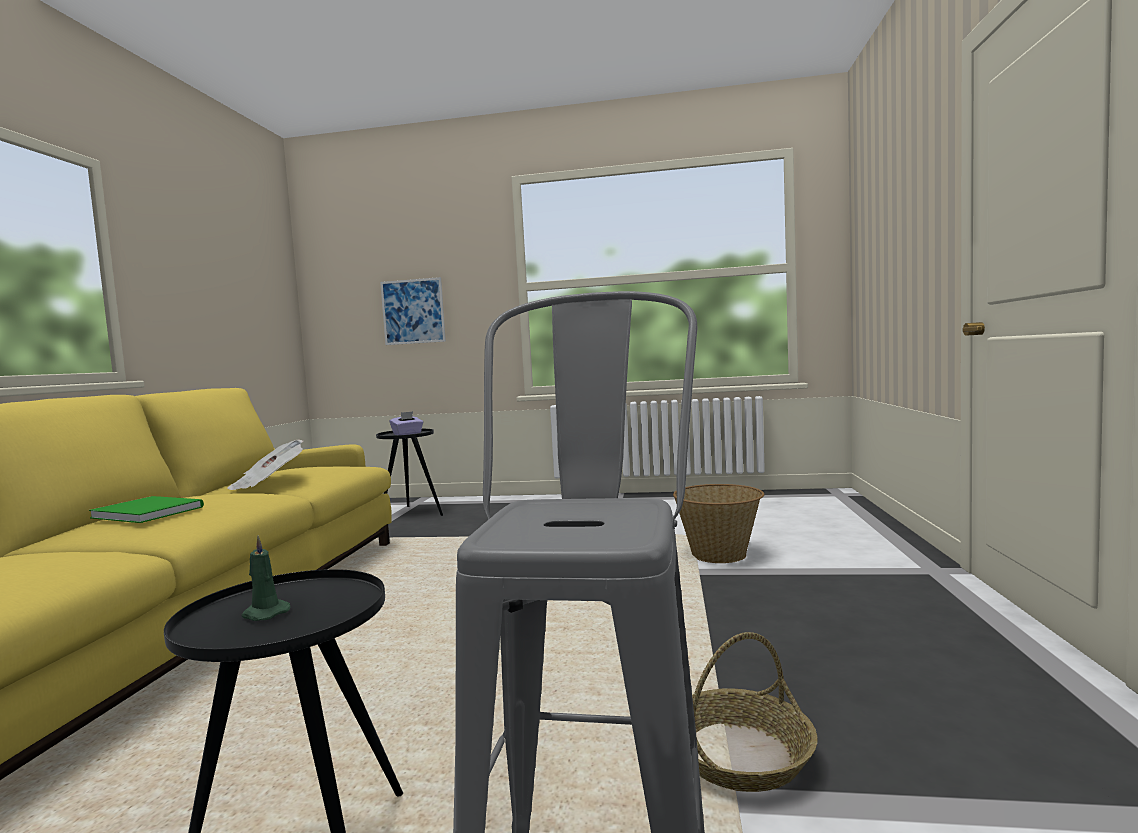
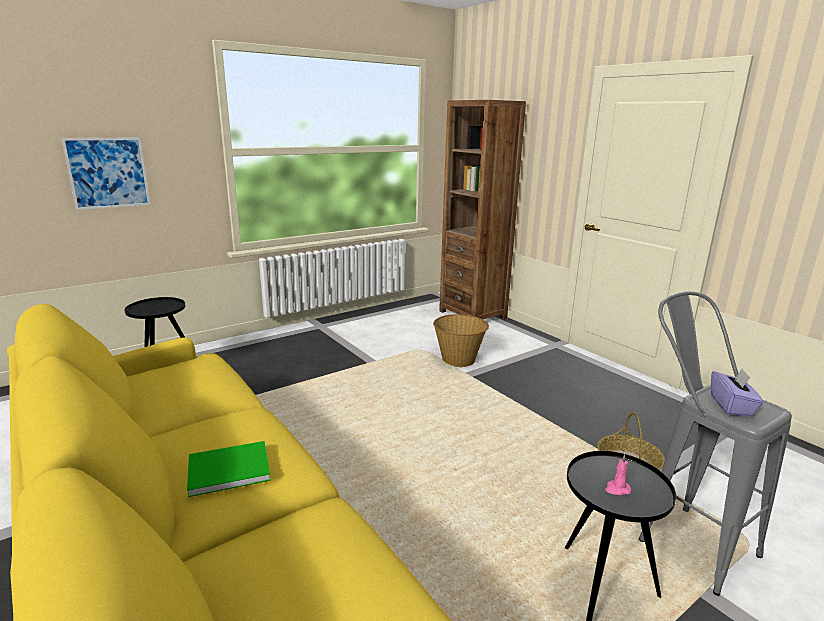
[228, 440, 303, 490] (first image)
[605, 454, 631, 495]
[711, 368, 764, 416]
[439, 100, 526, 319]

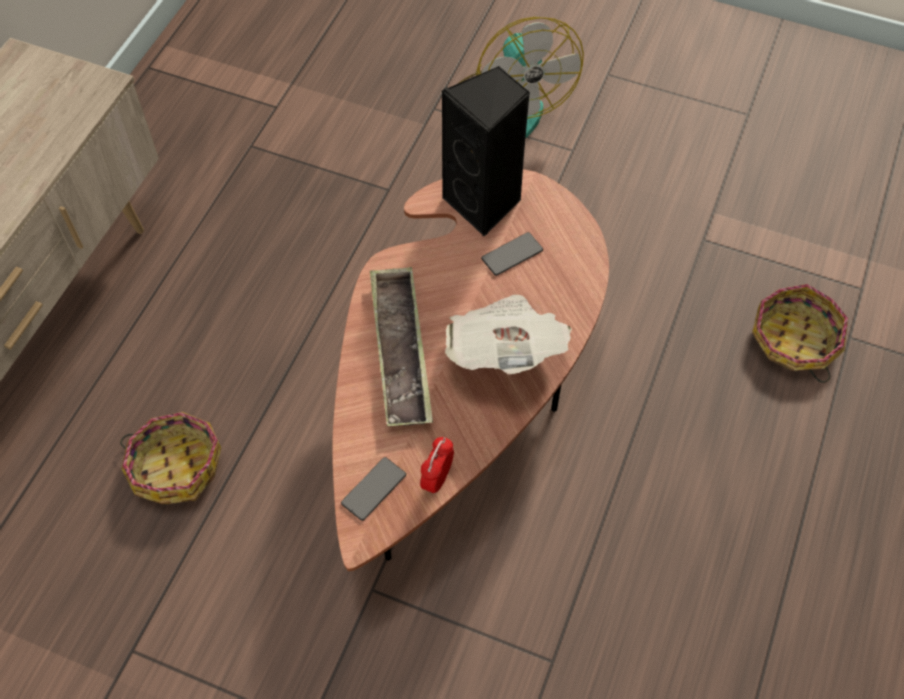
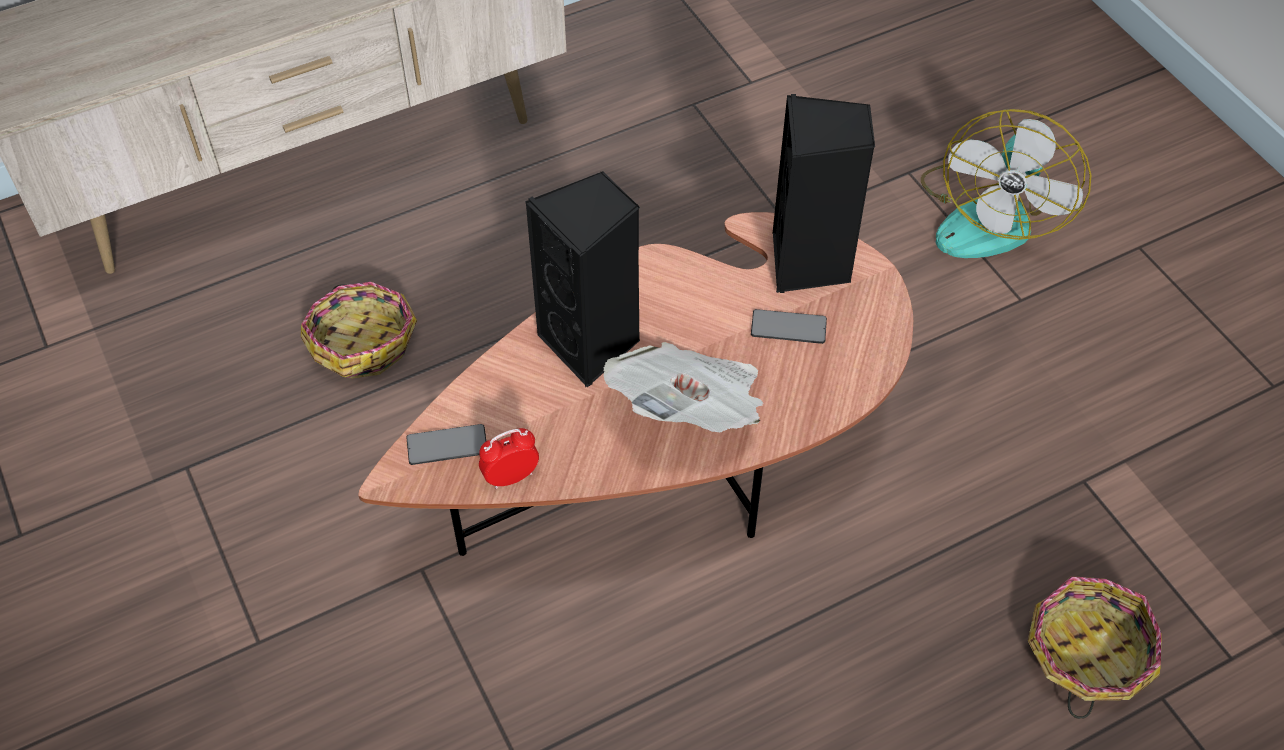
[525, 171, 640, 387]

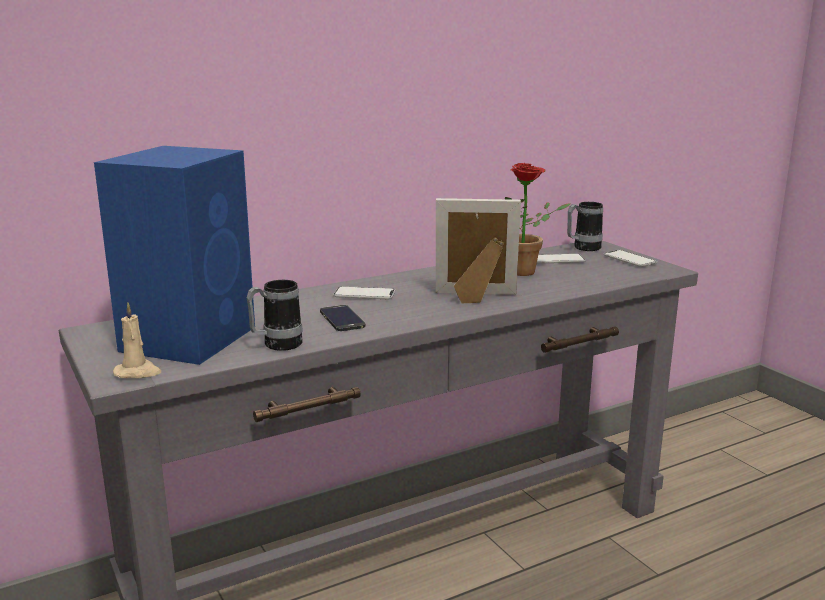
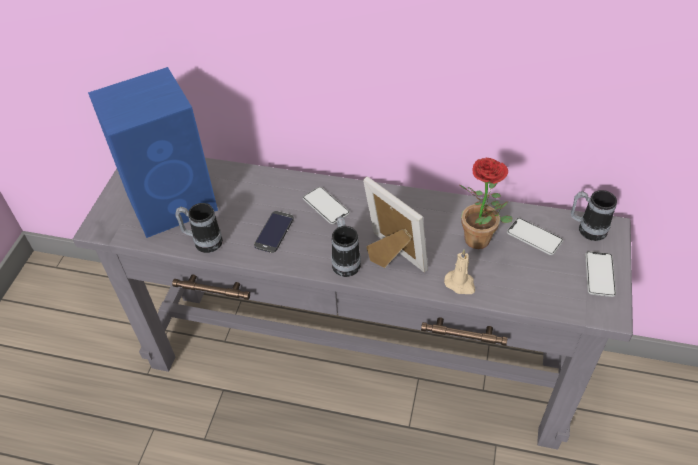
[444, 249, 475, 294]
[331, 216, 361, 277]

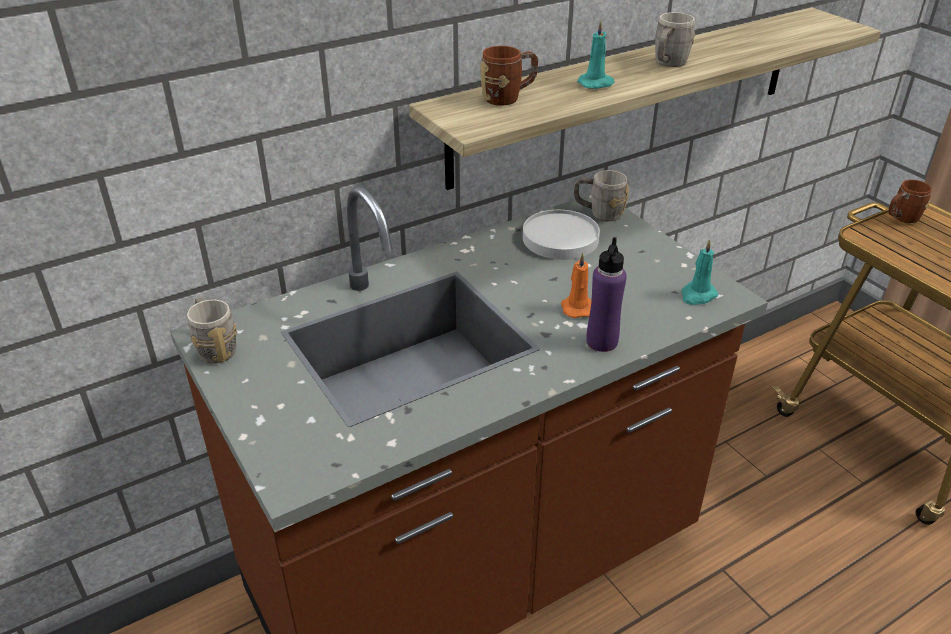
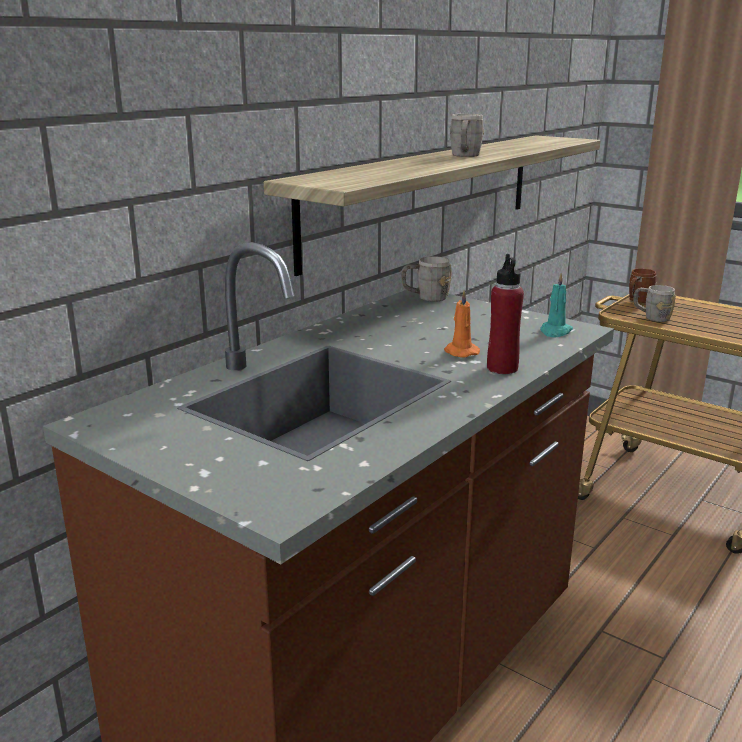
[633, 285, 676, 322]
[480, 46, 538, 106] (first image)
[523, 210, 600, 260] (first image)
[577, 20, 615, 89] (first image)
[487, 254, 524, 374]

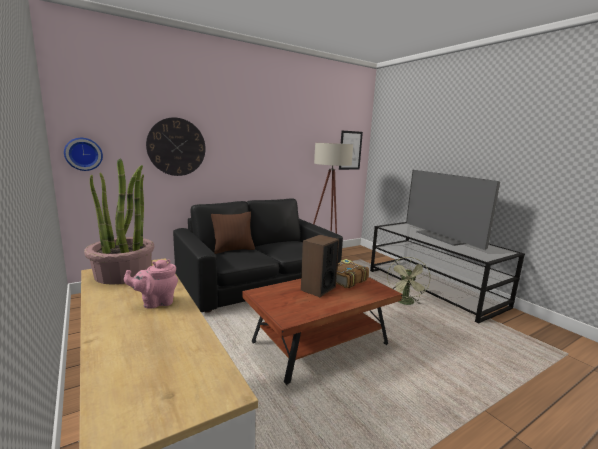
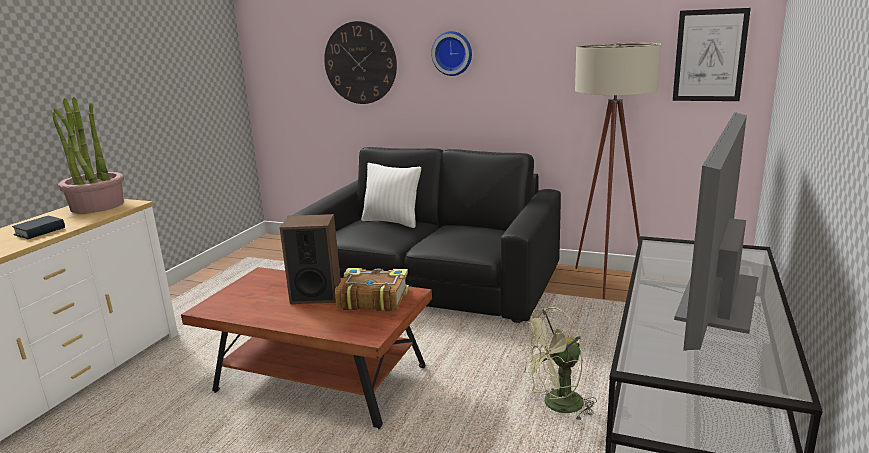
[431, 31, 472, 76]
[12, 216, 65, 239]
[361, 163, 421, 228]

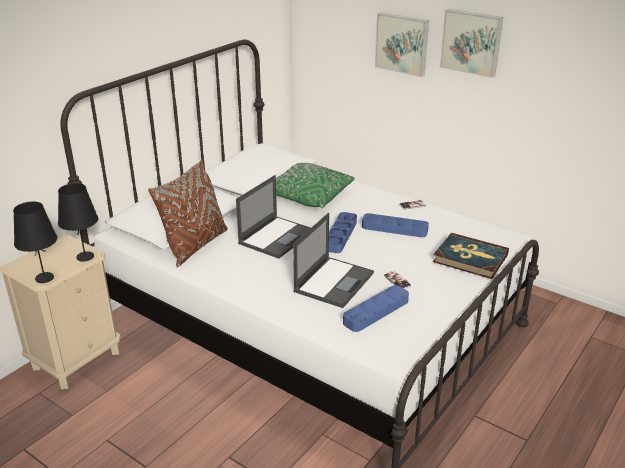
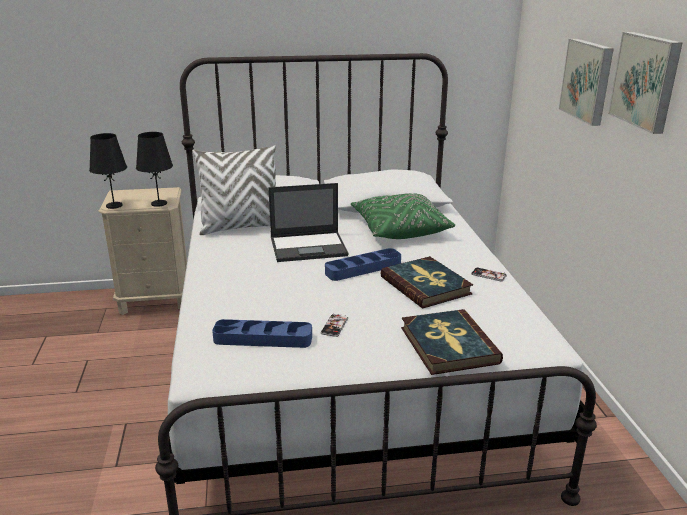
[193, 145, 276, 235]
[293, 213, 374, 308] (first image)
[381, 256, 473, 308]

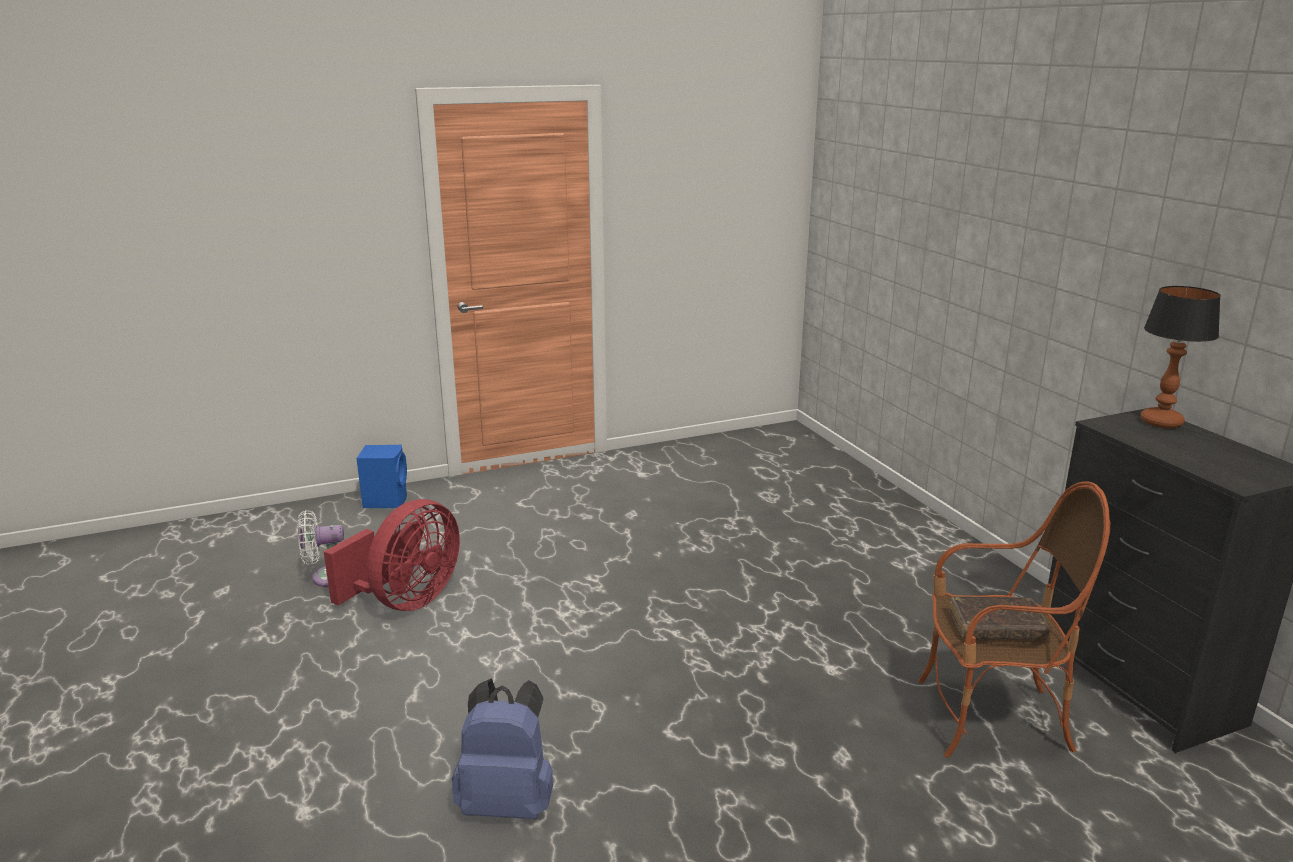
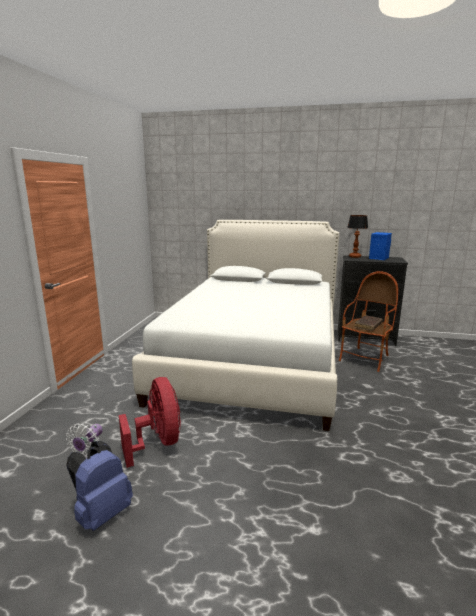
[369, 232, 392, 260]
[66, 441, 133, 531]
[132, 220, 340, 431]

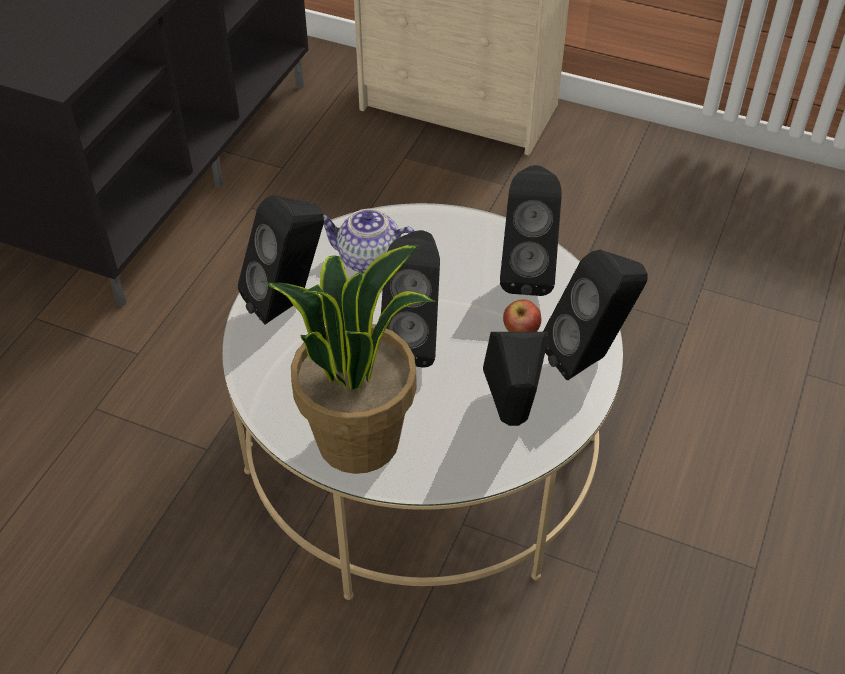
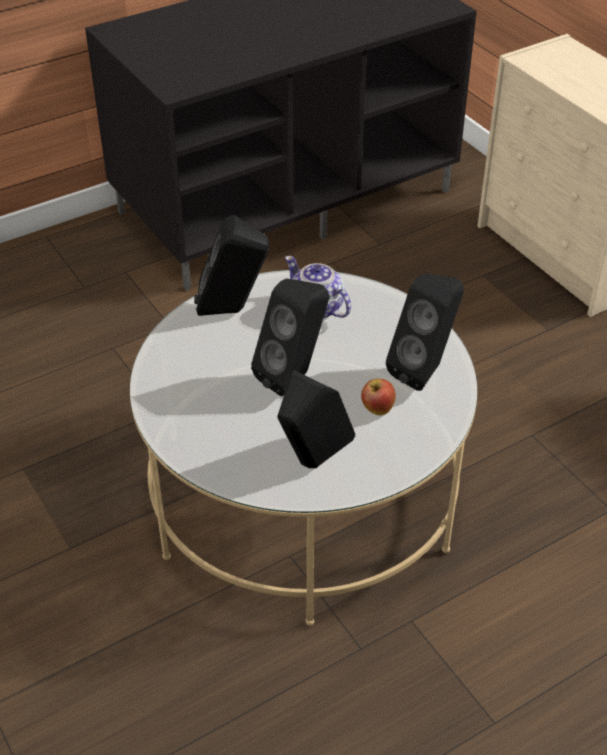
[266, 245, 436, 474] (first image)
[543, 250, 648, 380] (first image)

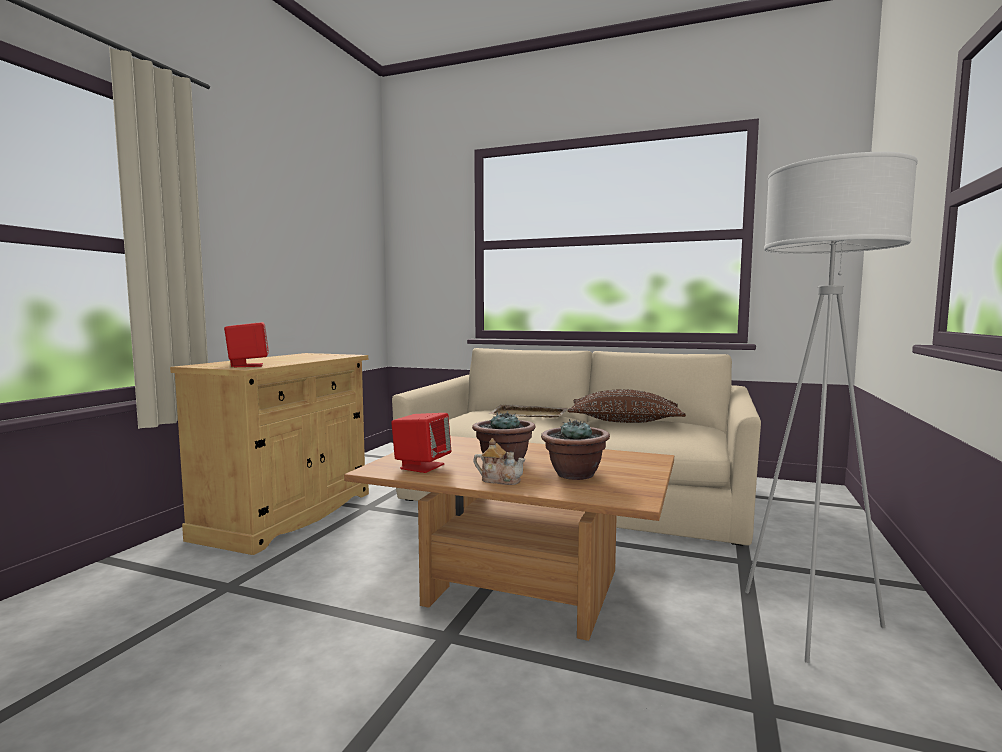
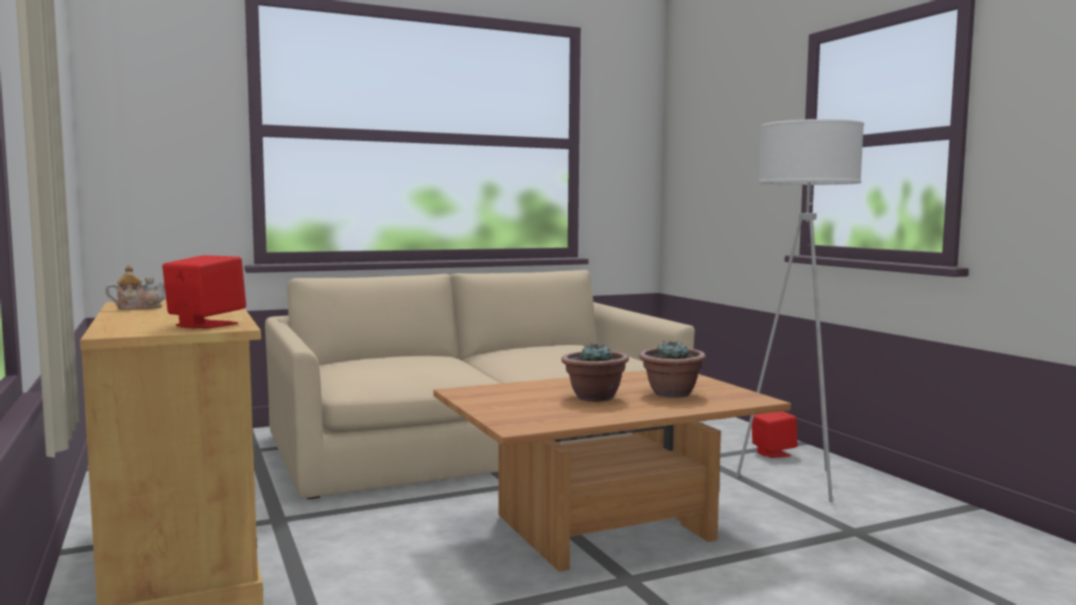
[752, 411, 798, 458]
[105, 265, 165, 310]
[489, 405, 568, 418] (first image)
[568, 389, 686, 423] (first image)

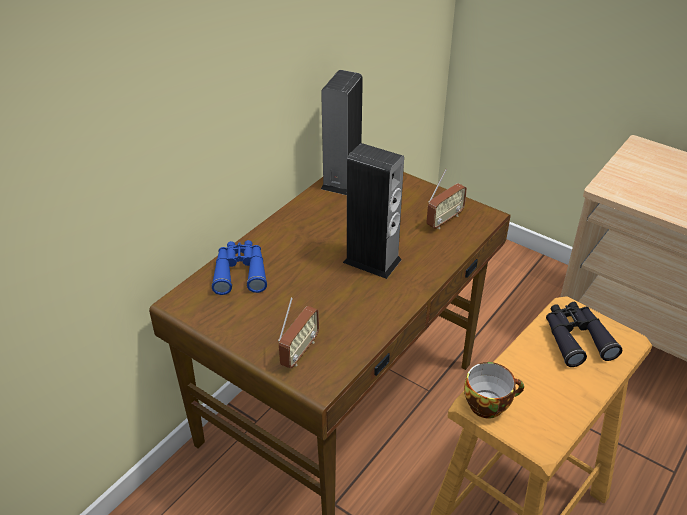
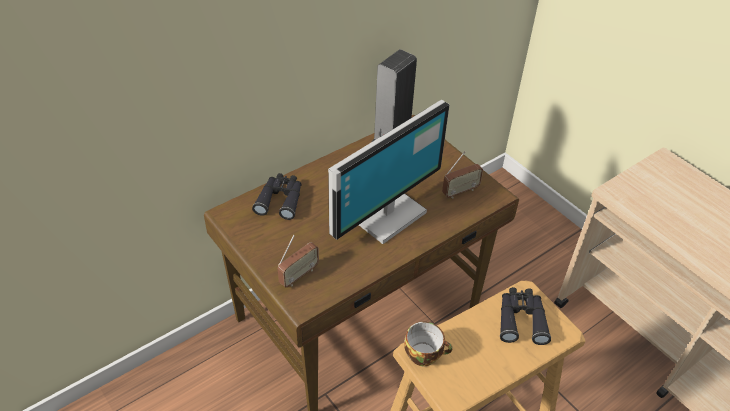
[252, 173, 302, 220]
[328, 100, 450, 244]

